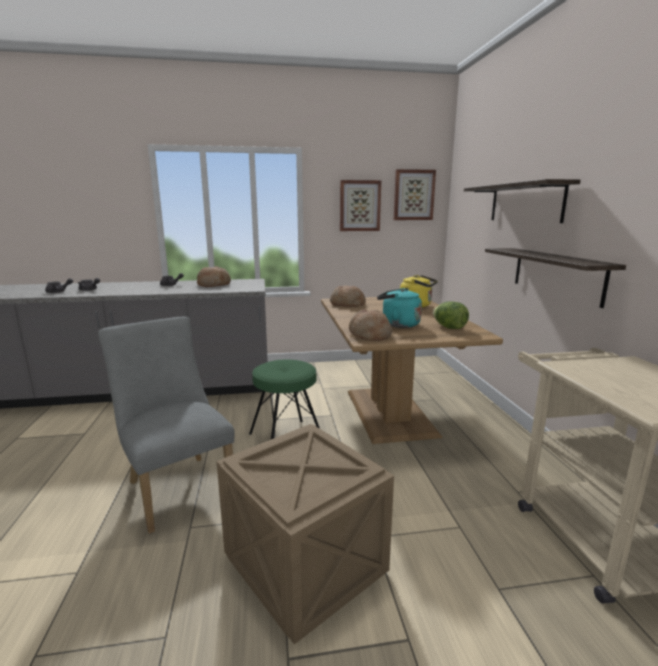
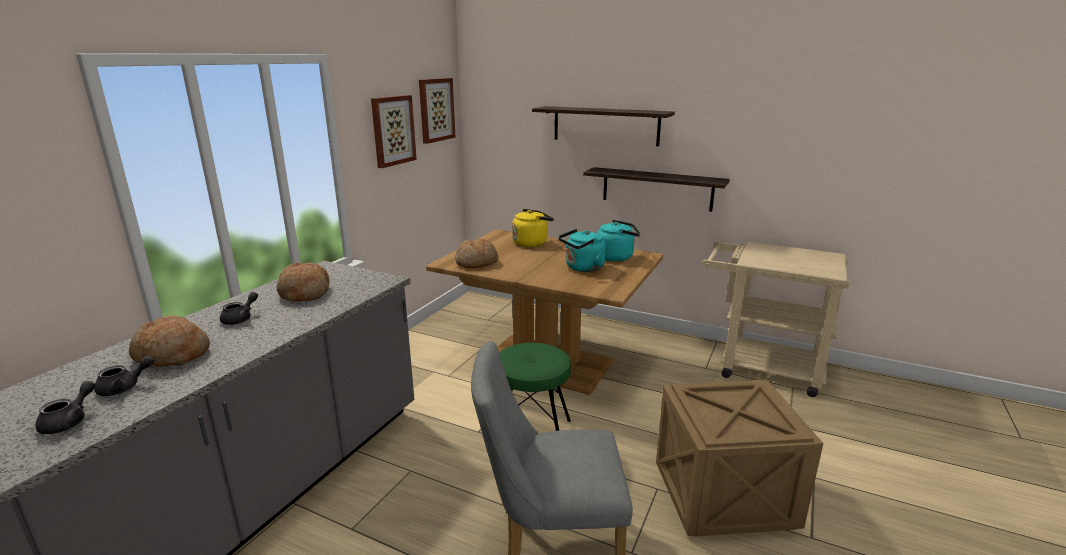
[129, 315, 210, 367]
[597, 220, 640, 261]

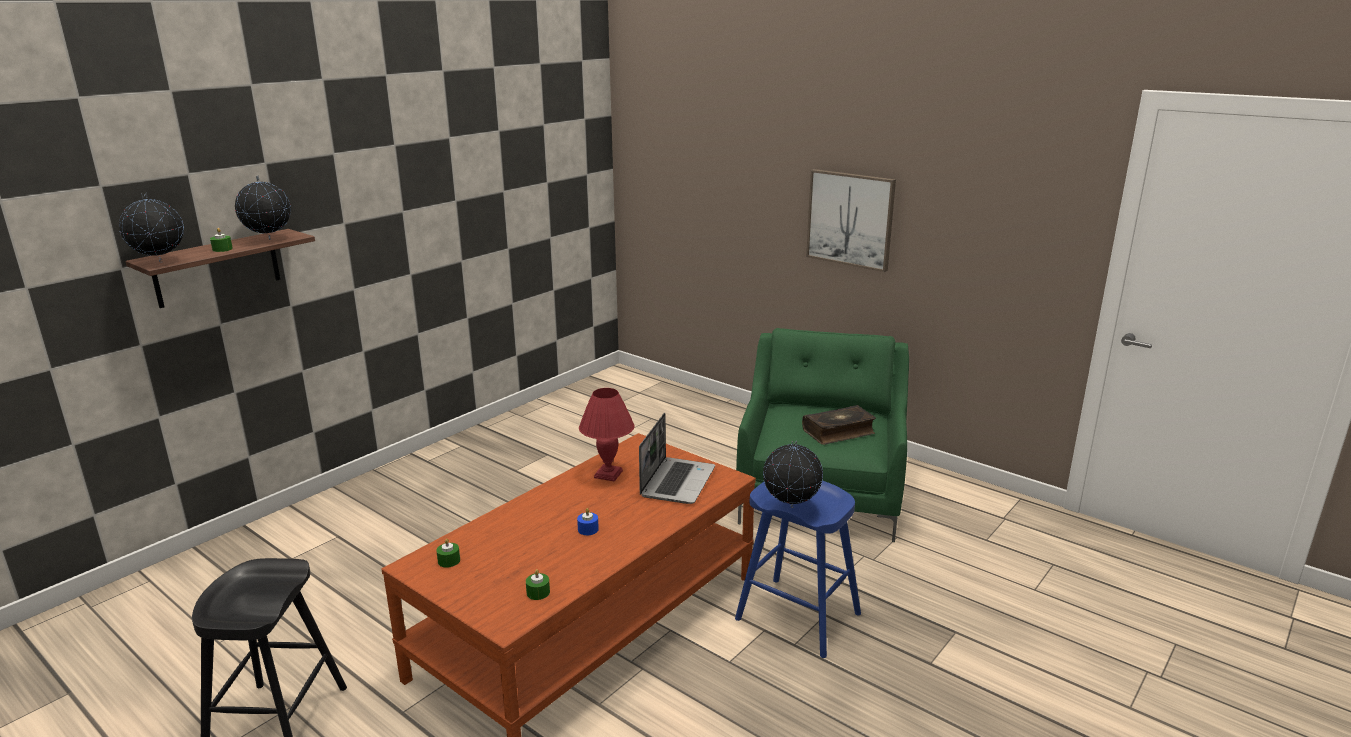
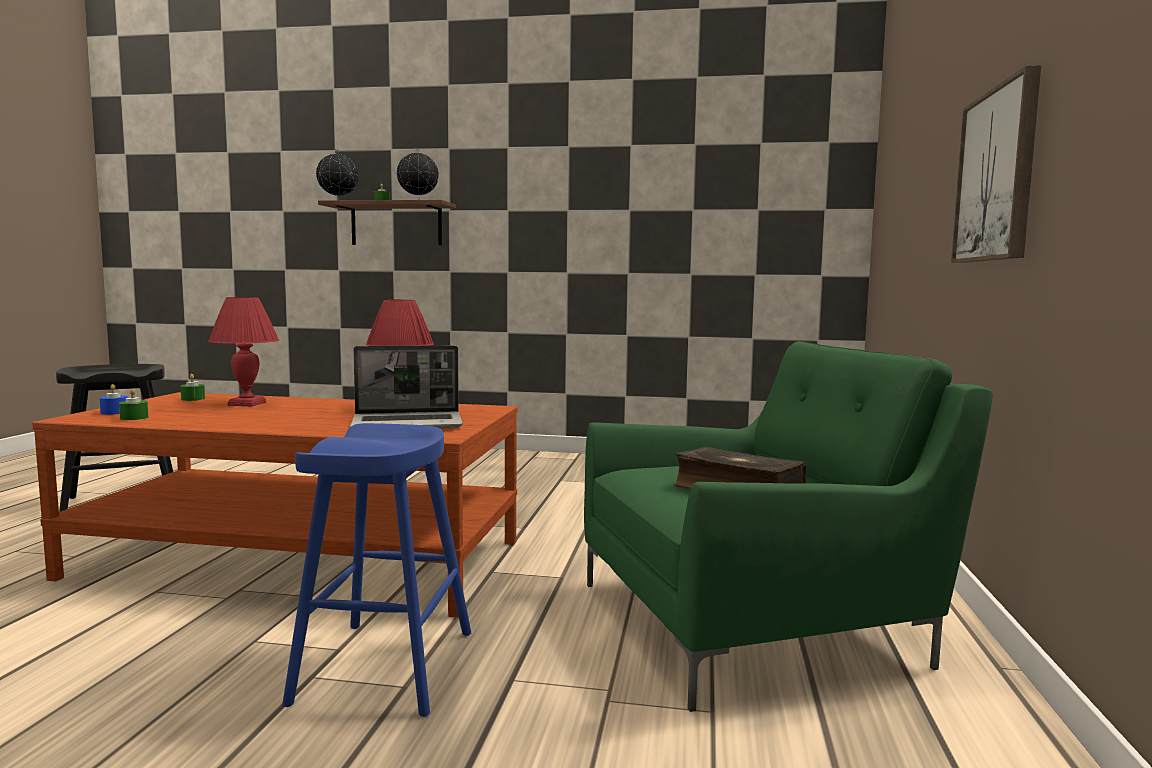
[100, 384, 127, 415]
[763, 441, 823, 508] (first image)
[208, 297, 279, 407]

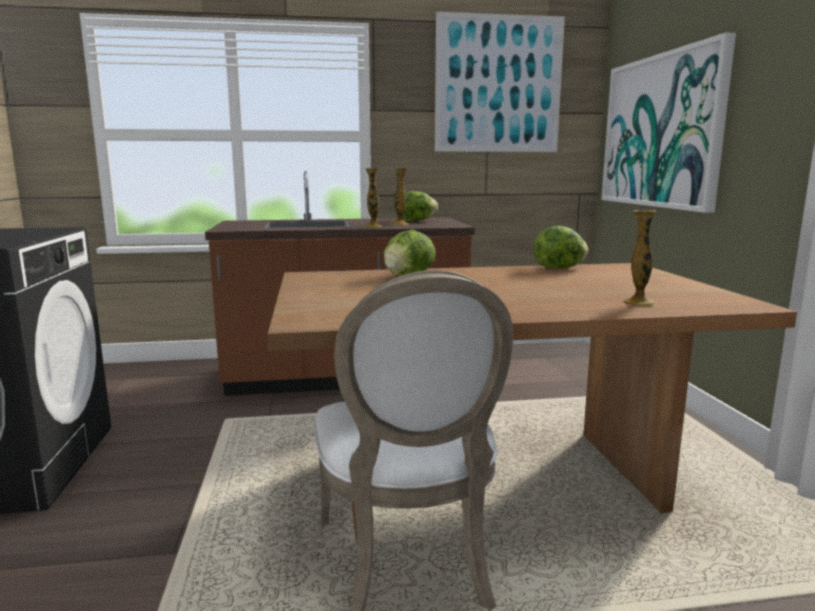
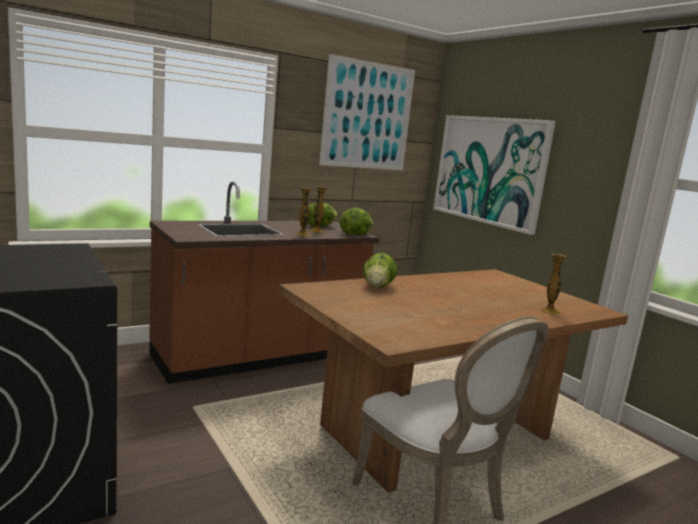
[340, 208, 373, 235]

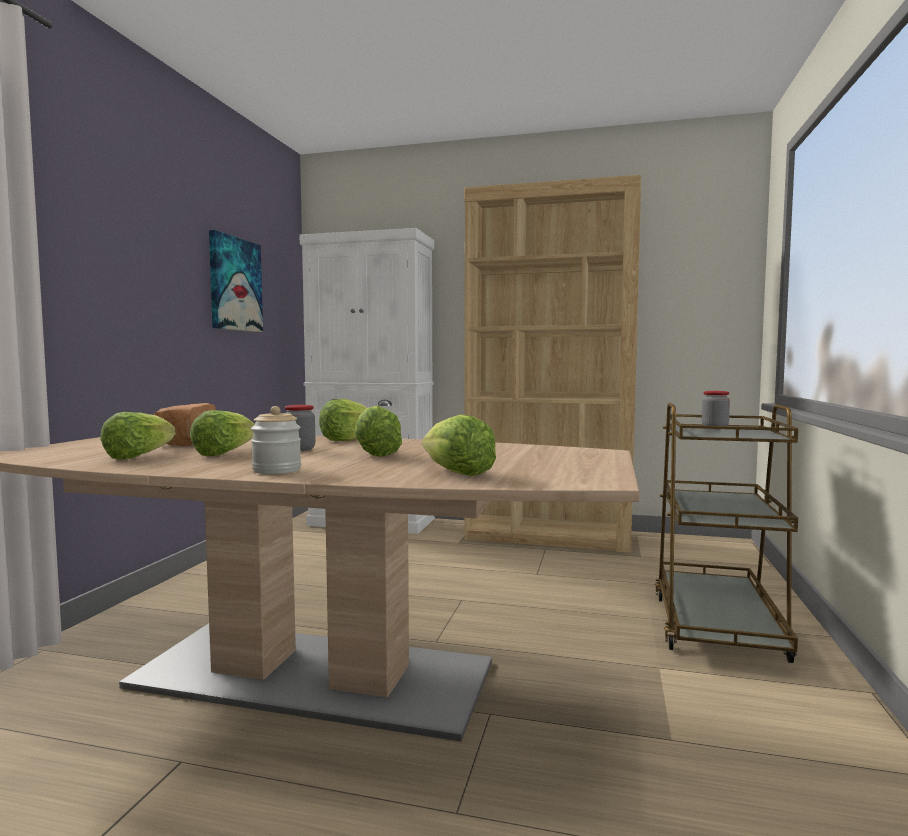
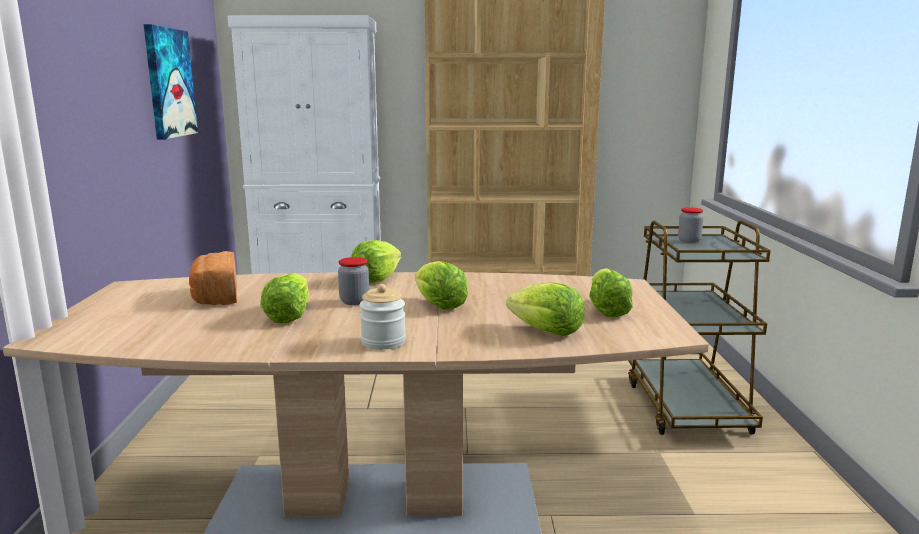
[589, 268, 633, 317]

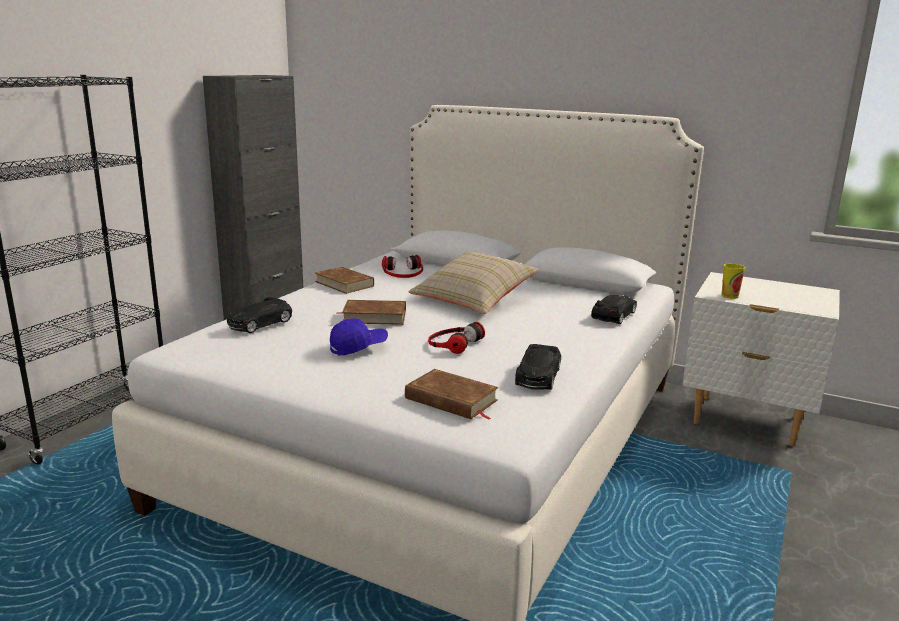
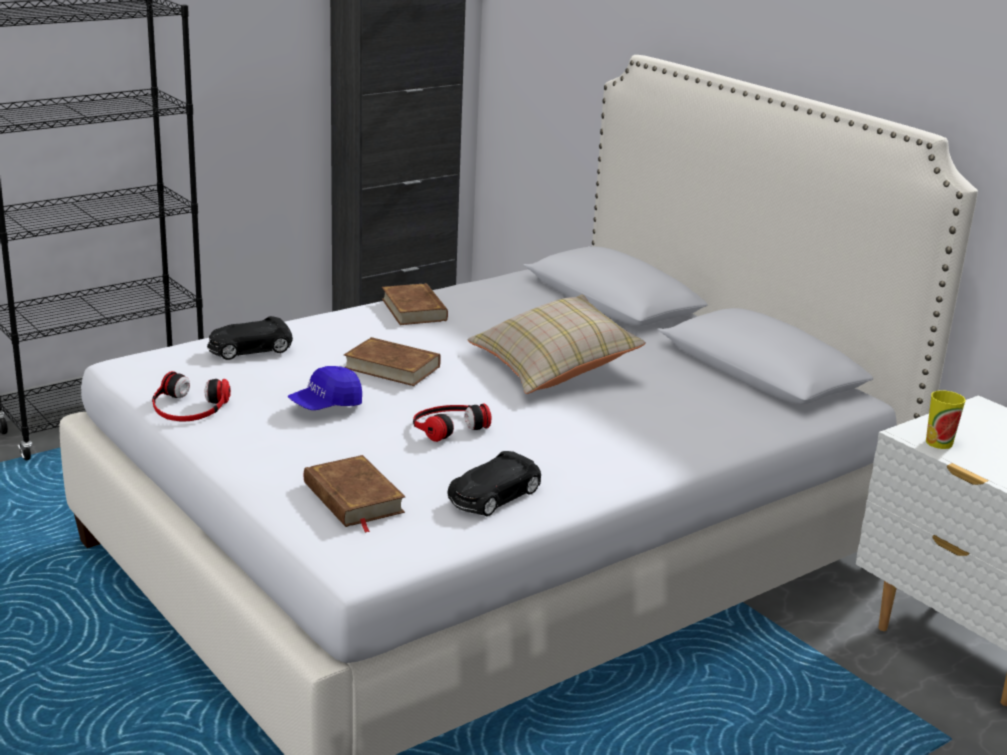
[288, 366, 362, 410]
[152, 371, 231, 422]
[591, 295, 637, 324] (first image)

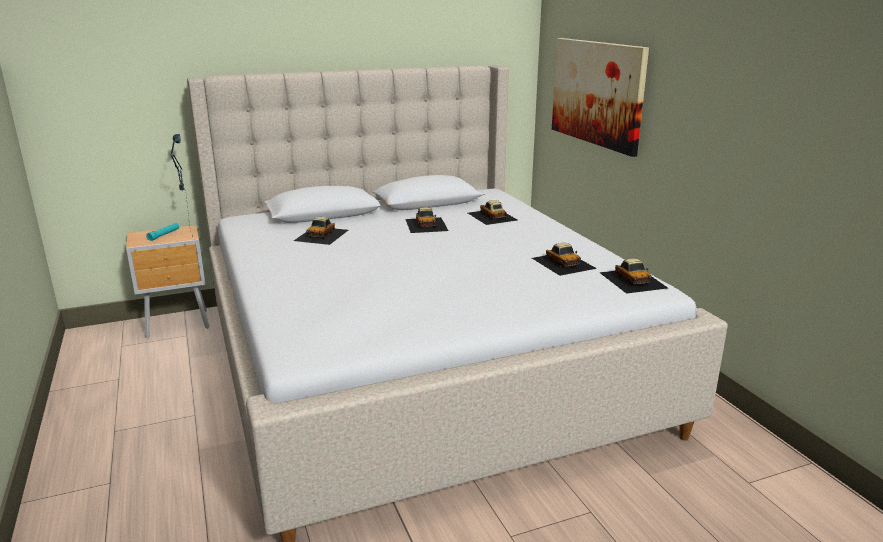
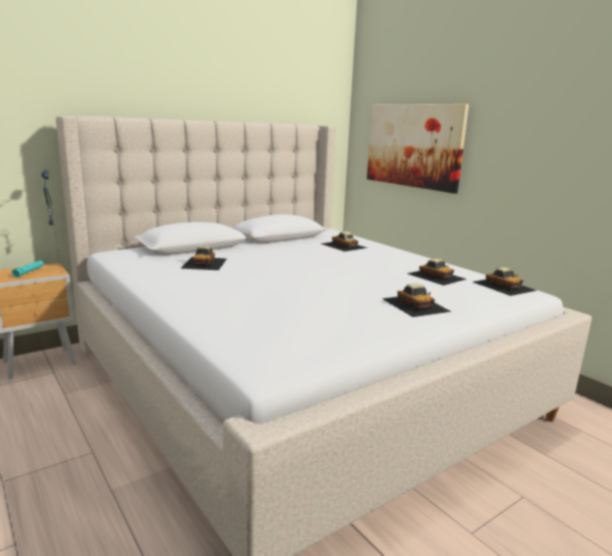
[382, 283, 451, 317]

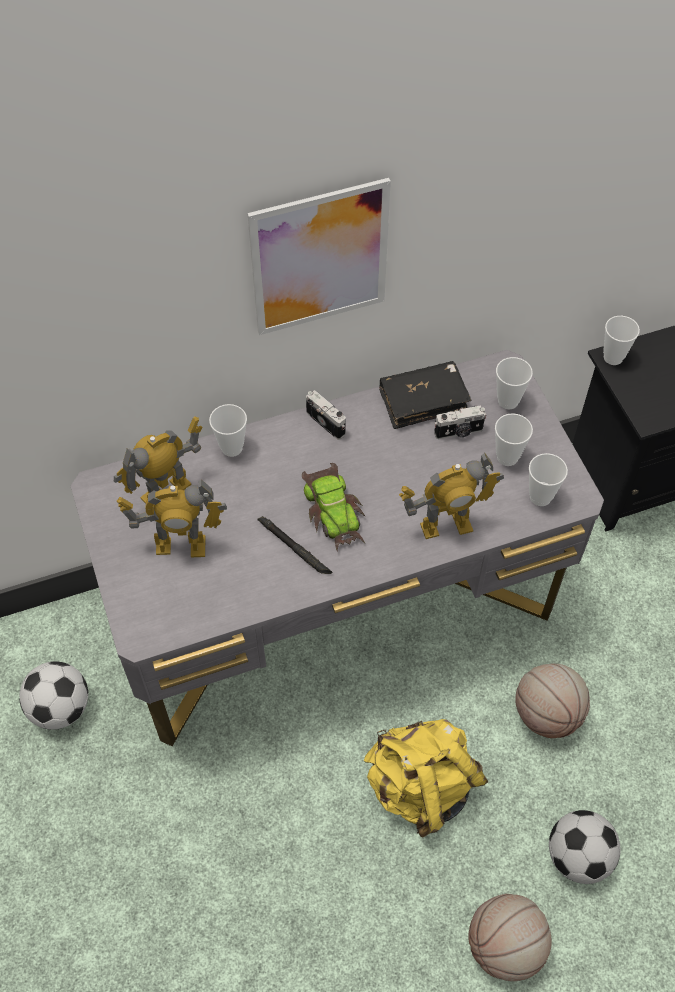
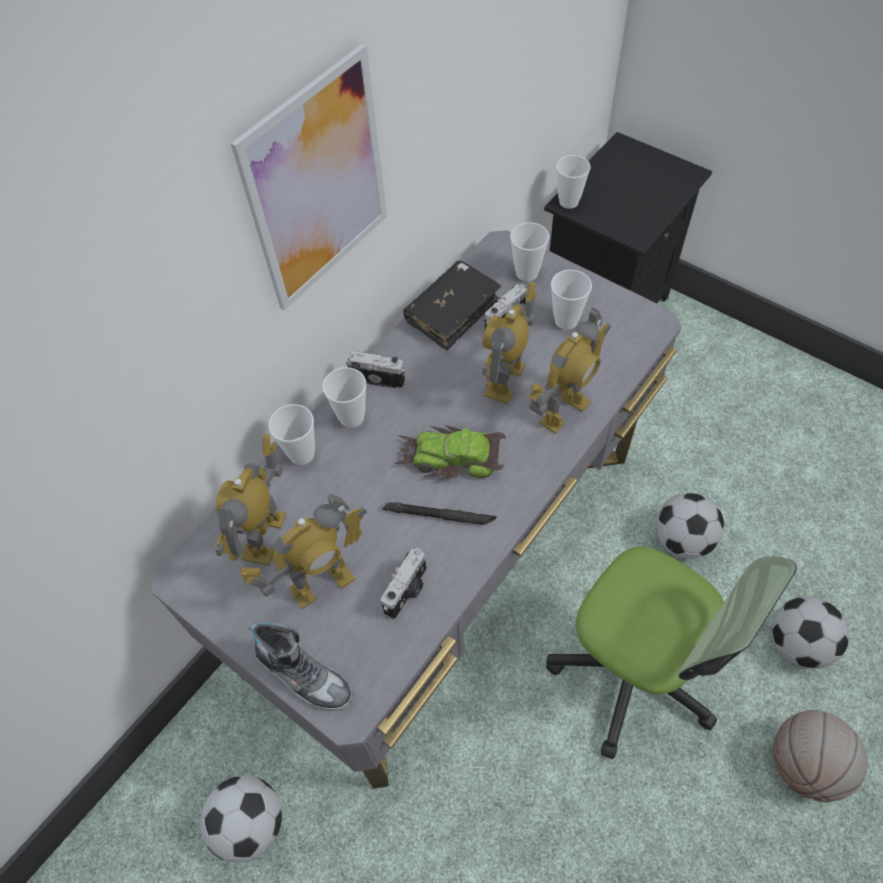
[393, 425, 506, 480]
[546, 546, 797, 759]
[656, 493, 724, 559]
[322, 367, 366, 428]
[249, 622, 353, 711]
[381, 548, 427, 620]
[482, 282, 537, 404]

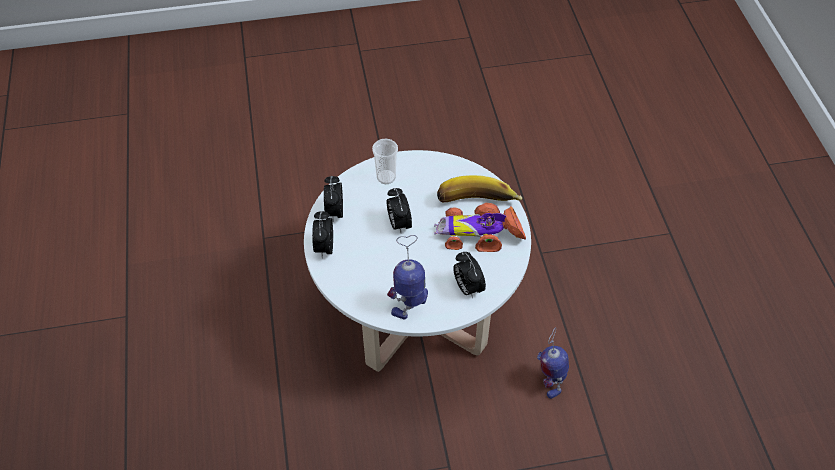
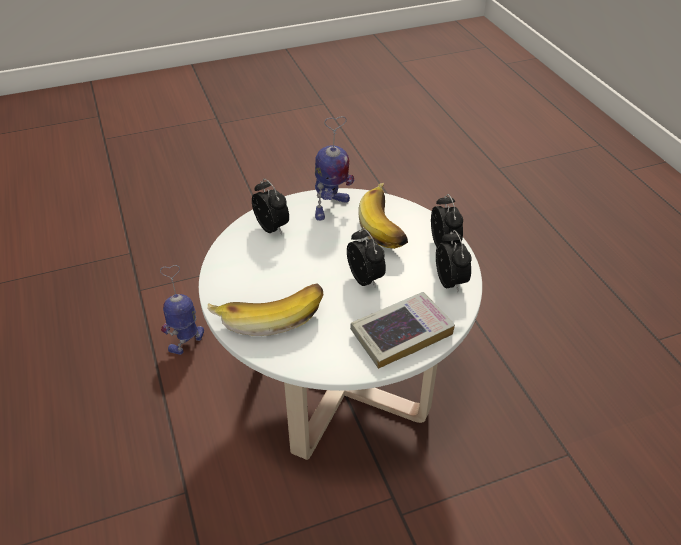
[350, 292, 455, 369]
[434, 203, 526, 252] (first image)
[160, 265, 204, 355]
[358, 183, 408, 249]

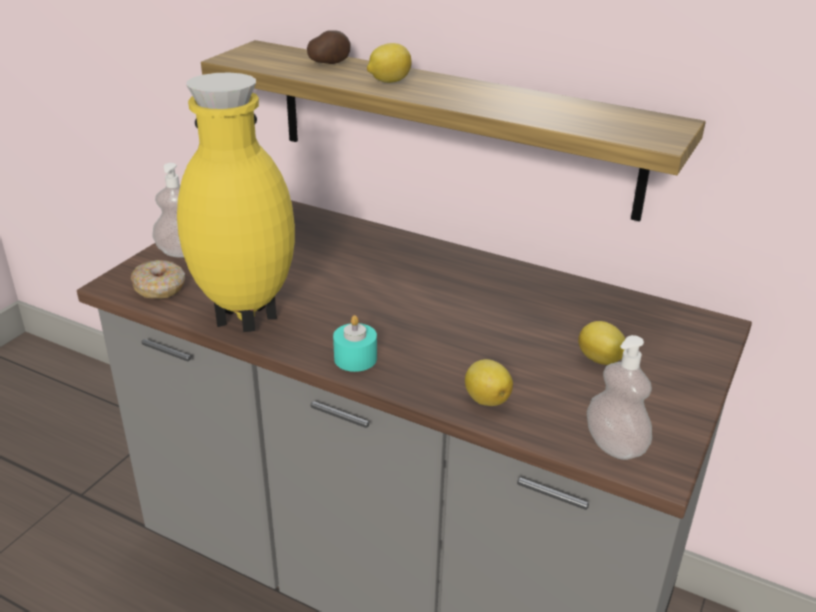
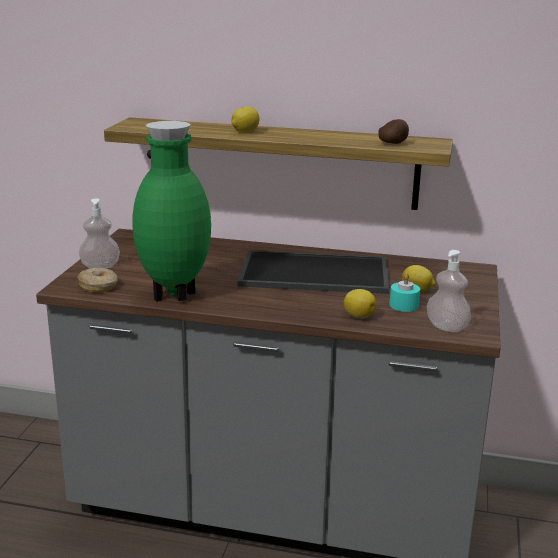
[132, 121, 211, 302]
[378, 119, 409, 144]
[389, 273, 420, 312]
[238, 250, 389, 294]

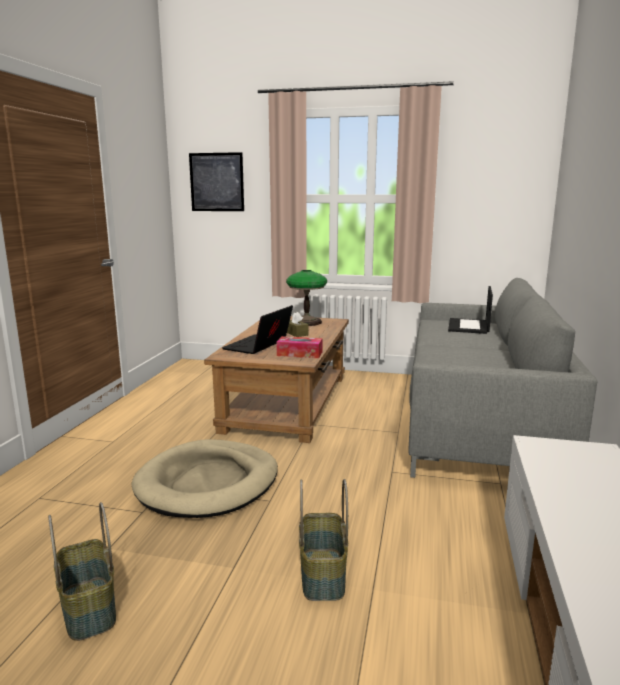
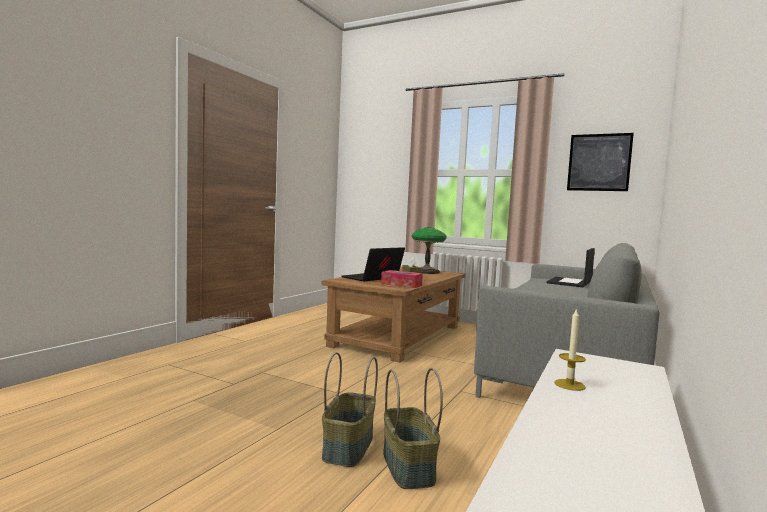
[383, 368, 443, 489]
[131, 439, 278, 518] (first image)
[567, 133, 634, 191]
[554, 308, 586, 391]

